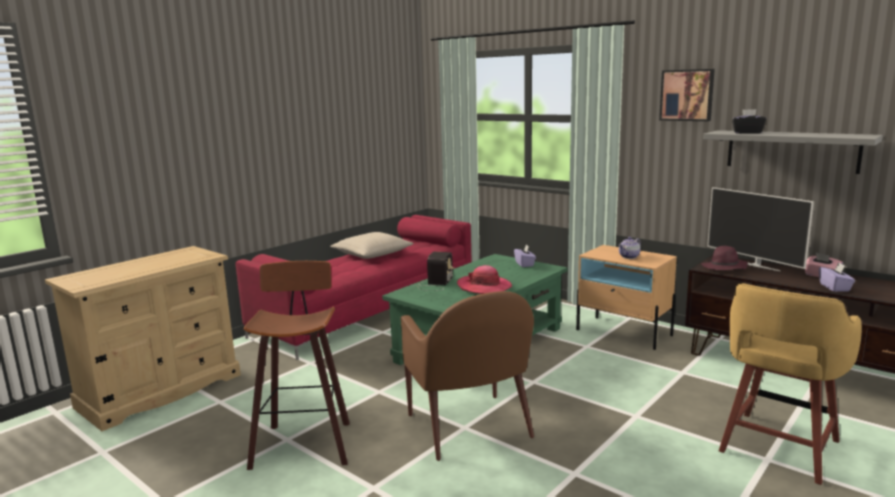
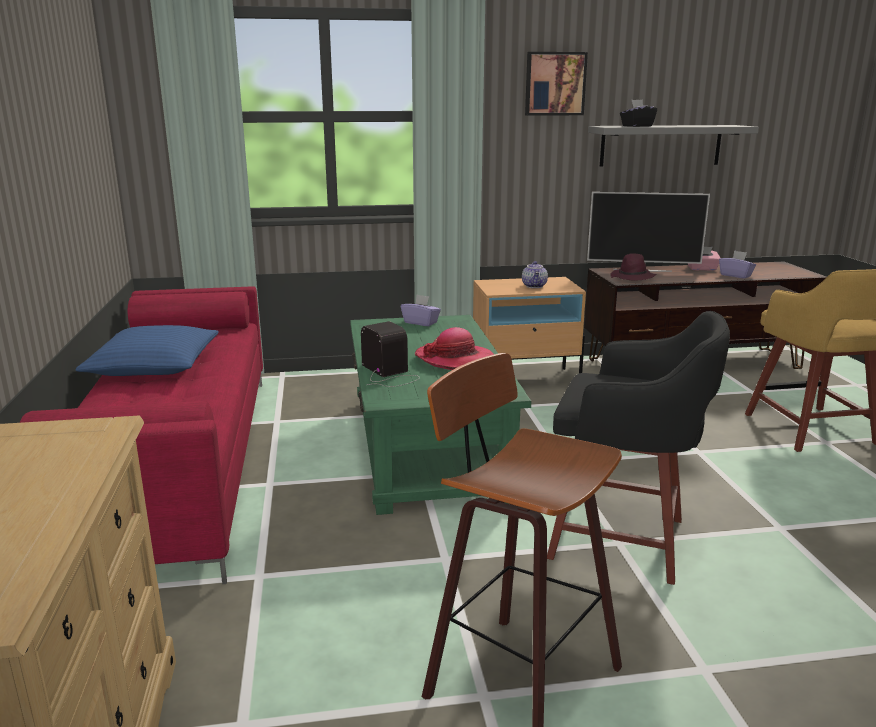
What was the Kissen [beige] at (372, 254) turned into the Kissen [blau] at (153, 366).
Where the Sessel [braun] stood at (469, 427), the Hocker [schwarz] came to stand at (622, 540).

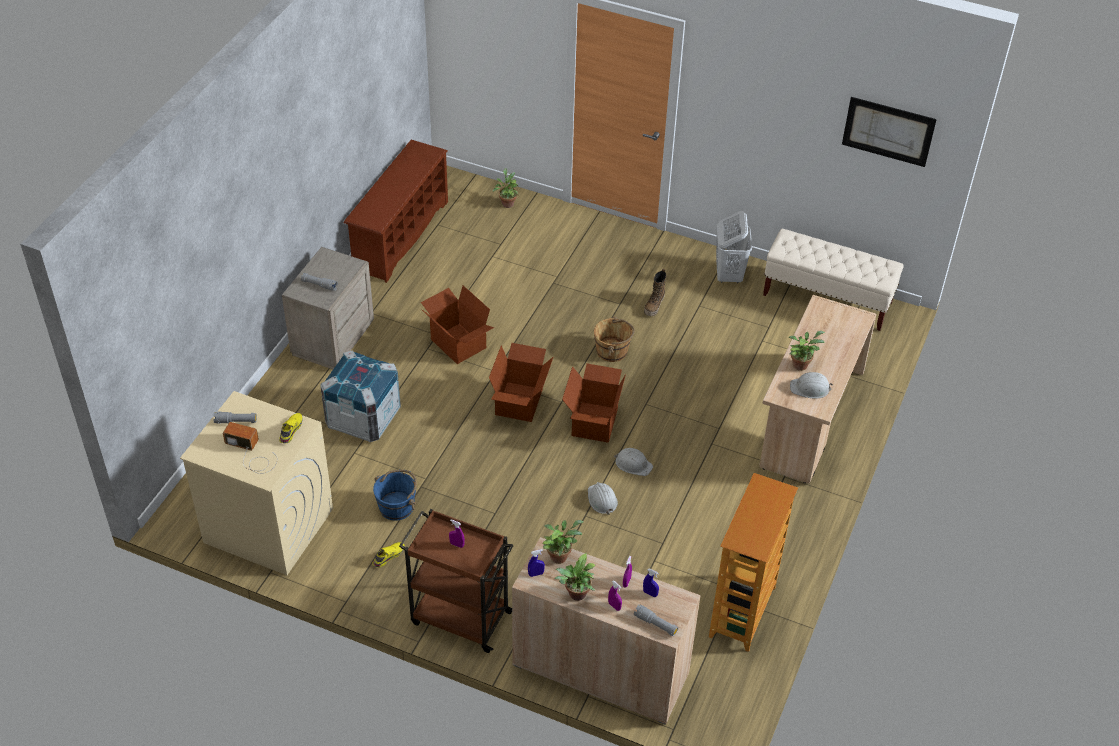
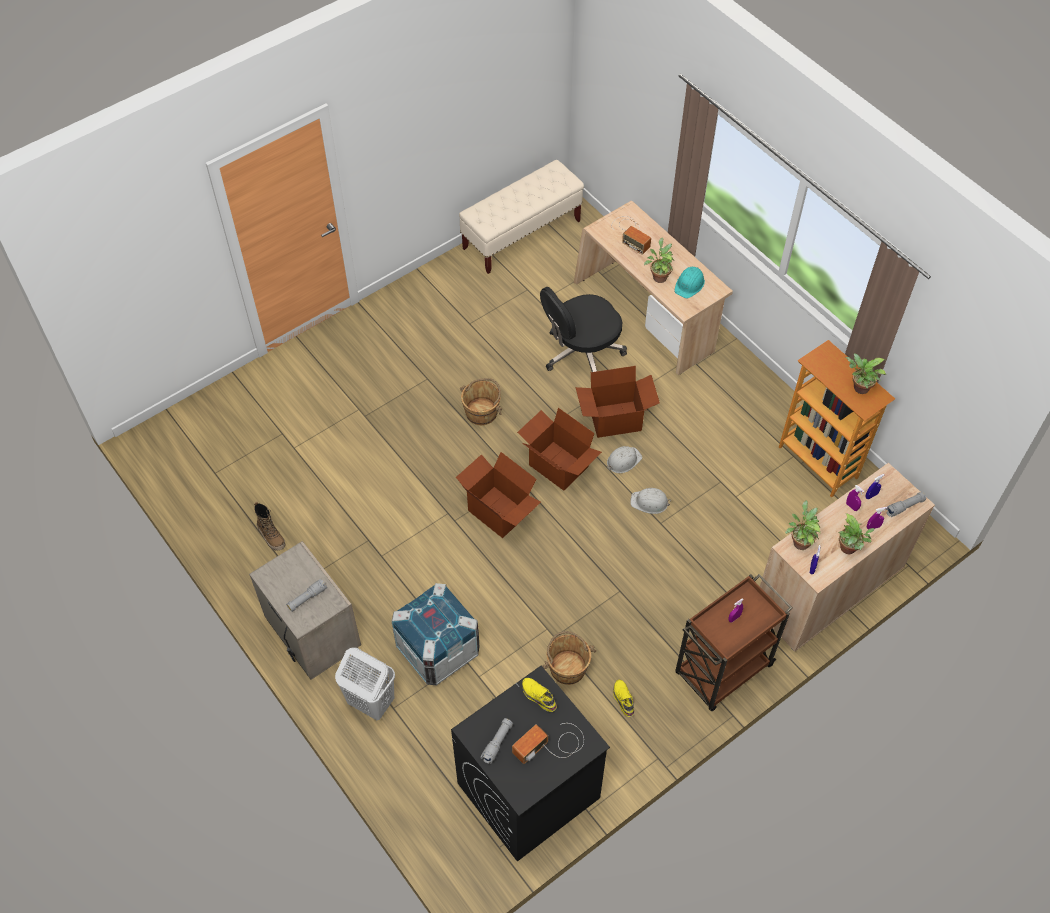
What was the Waschmaschine [beige] at (268, 525) turned into the Waschmaschine [schwarz] at (528, 791).
The second view lost the Schuhregal [braun] at (400, 235).
What was the Eimer [blau] at (397, 506) turned into the Eimer [braun] at (567, 667).
The Karton ended up elsewhere, having gone from (457, 344) to (615, 420).
The Topfpflanze ended up elsewhere, having gone from (507, 203) to (859, 388).
The Stiefel ended up elsewhere, having gone from (654, 306) to (271, 536).
The Wäschekorb [weiß] ended up elsewhere, having gone from (728, 275) to (370, 702).
What was the Schutzhelm [weiß] at (810, 388) turned into the Schutzhelm [türkis] at (689, 284).
The second view lost the Bild at (888, 131).
The second view gained the Bürostuhl [schwarz] at (581, 353).
The second view gained the Radio at (630, 234).

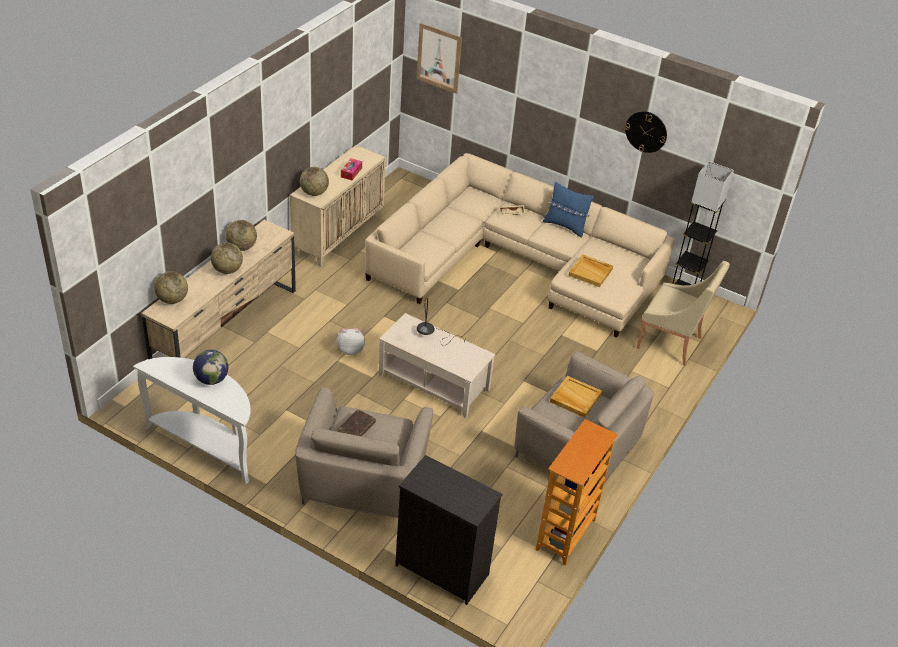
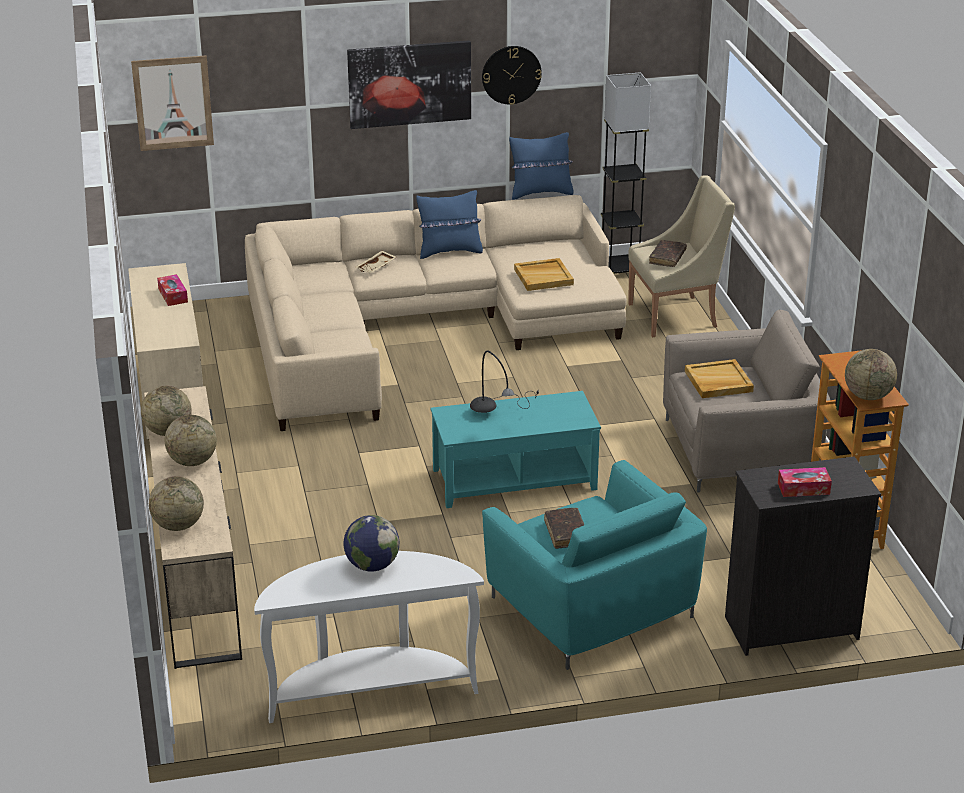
What was the Sessel [beige] at (363, 480) turned into the Sessel [türkis] at (591, 607).
The Globus ended up elsewhere, having gone from (314, 193) to (868, 396).
The second view lost the Plüschtier at (350, 350).
What was the Couchtisch [beige] at (434, 382) turned into the Couchtisch [türkis] at (514, 479).
The second view gained the Bild at (409, 84).
The second view gained the Kissen [blau] at (540, 193).
The second view gained the Buch [braun] at (667, 258).
The second view gained the Taschentuchbox at (803, 488).

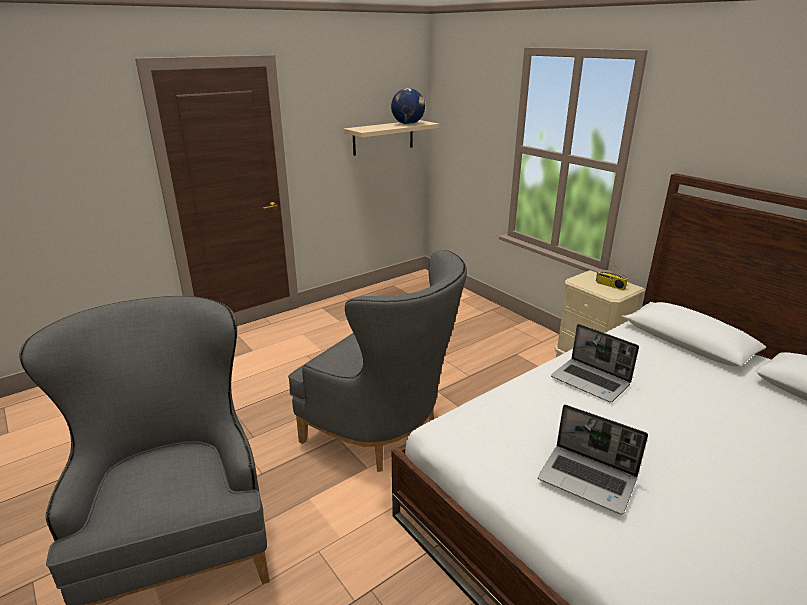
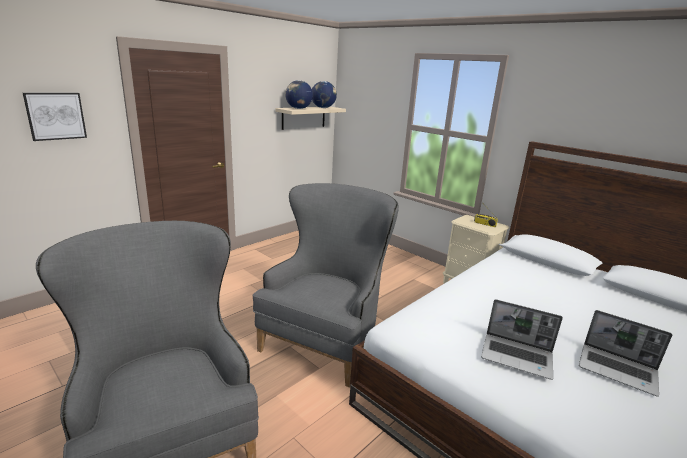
The Sessel [grau] at (384, 432) ended up facing another way, 90 degrees counterclockwise from before.
The Laptop ended up elsewhere, having gone from (591, 381) to (618, 370).
The second view gained the Bild at (55, 116).
The second view gained the Globus at (298, 108).

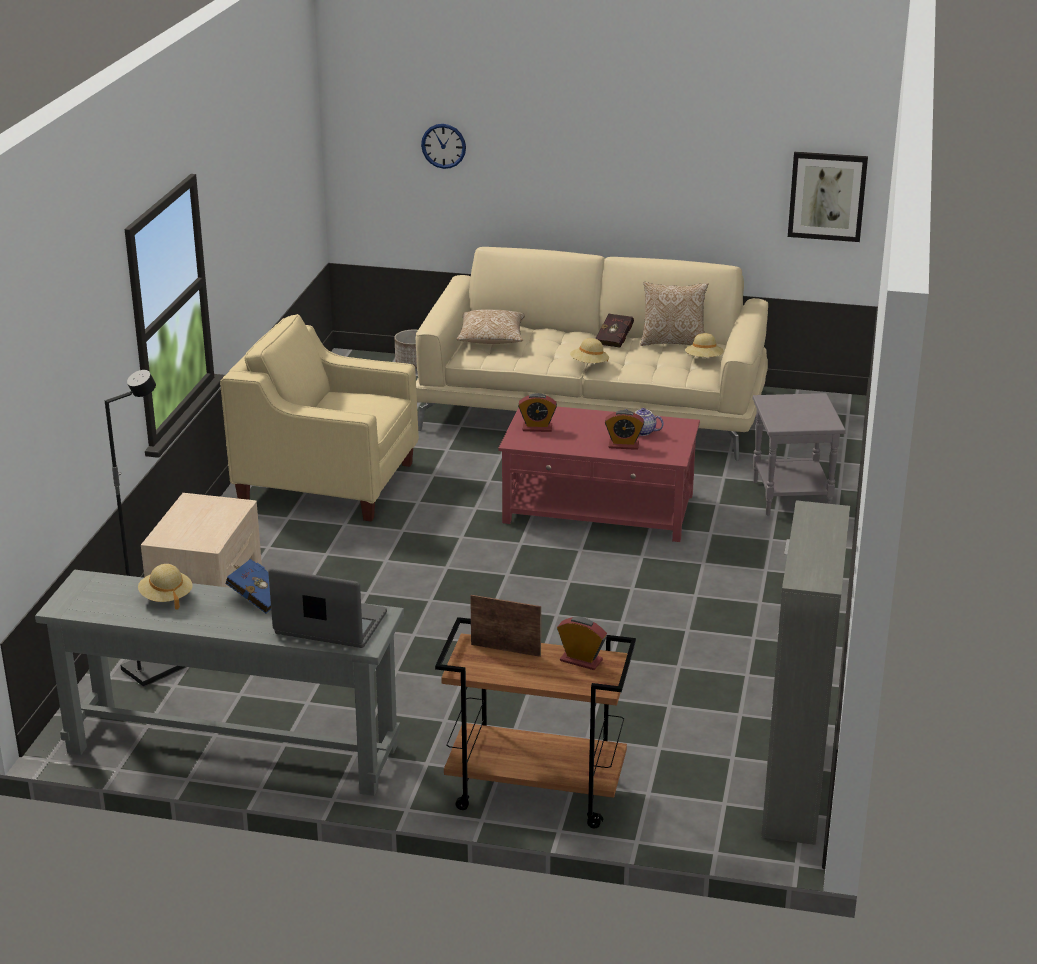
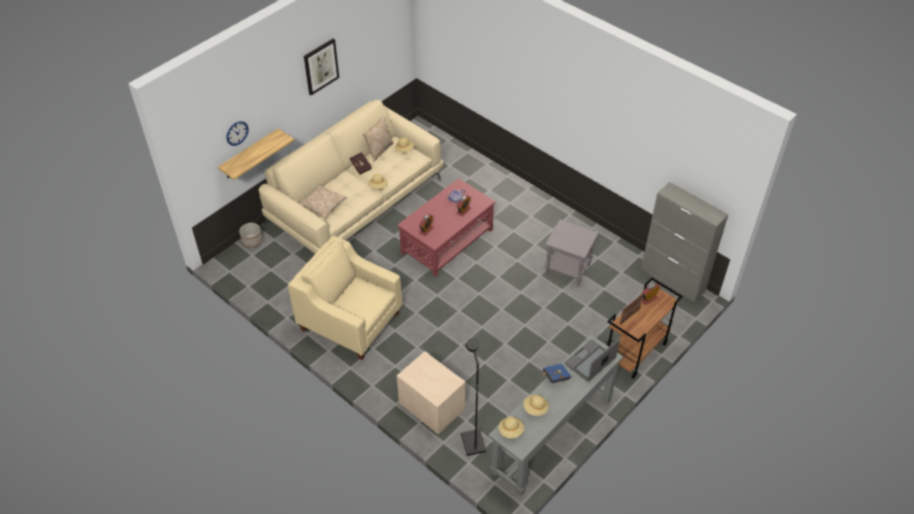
The Sessel [beige] at (327, 482) ended up facing another way, 75 degrees clockwise from before.
The Beistelltisch [grau] ended up elsewhere, having gone from (792, 498) to (568, 270).
The Bild ended up elsewhere, having gone from (827, 196) to (321, 66).
The second view gained the Wandregal at (250, 154).
The second view gained the Hut [beige] at (511, 431).

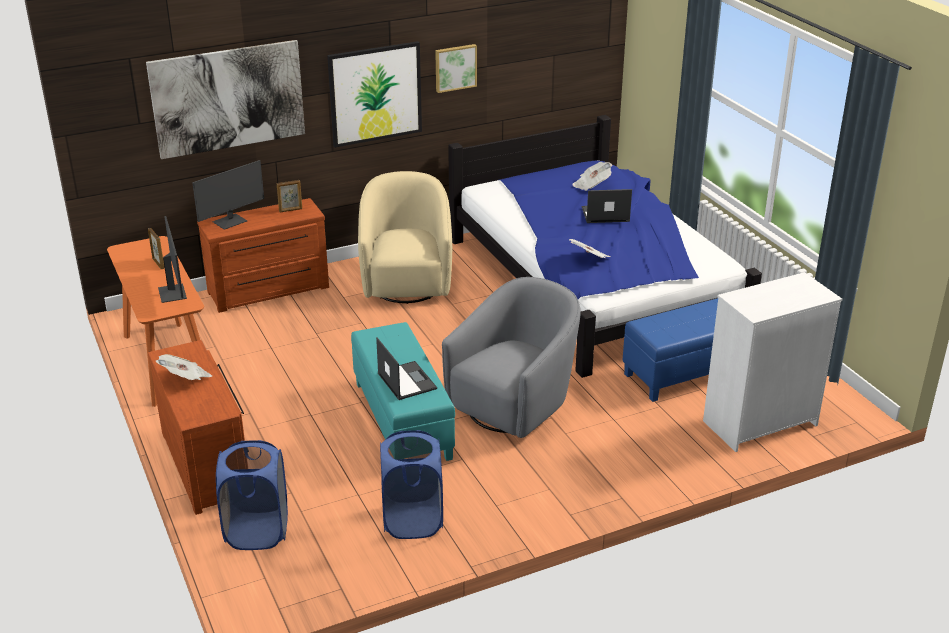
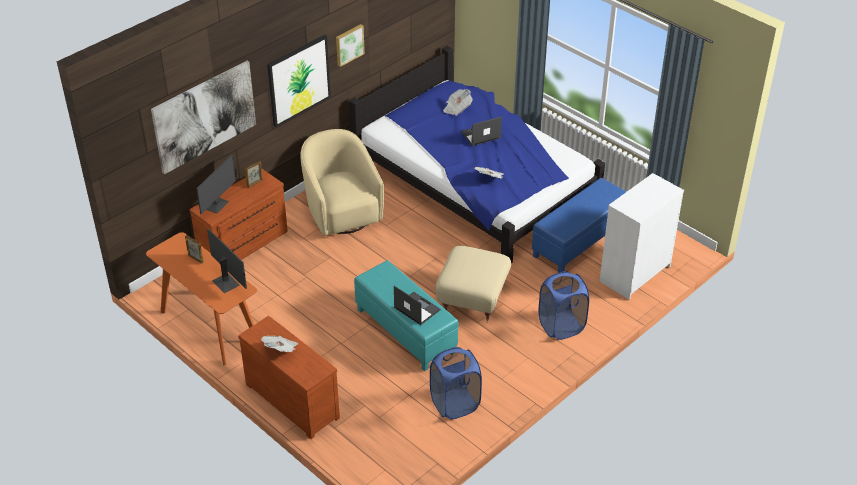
The Wäschekorb [blau] ended up elsewhere, having gone from (257, 531) to (561, 326).
Where the Sessel [grau] stood at (514, 404), the Polsterhocker [beige] came to stand at (473, 299).

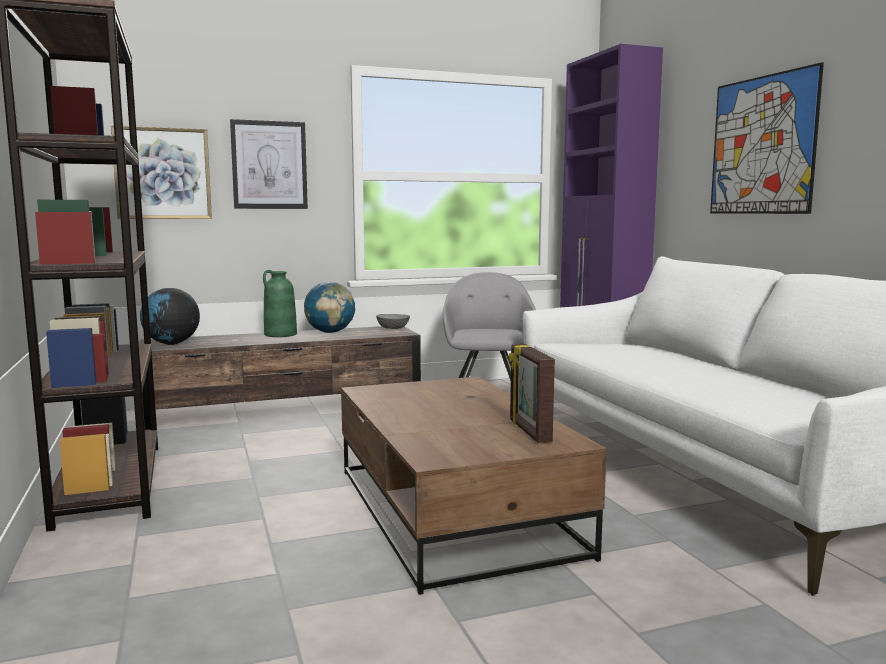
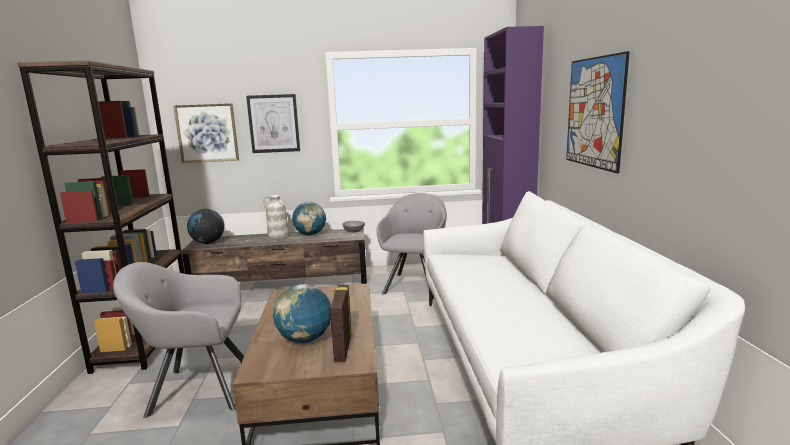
What was the Vase [grün] at (280, 334) turned into the Vase [weiß] at (278, 236).
The second view gained the Sessel [grau] at (196, 389).
The second view gained the Globus at (305, 339).

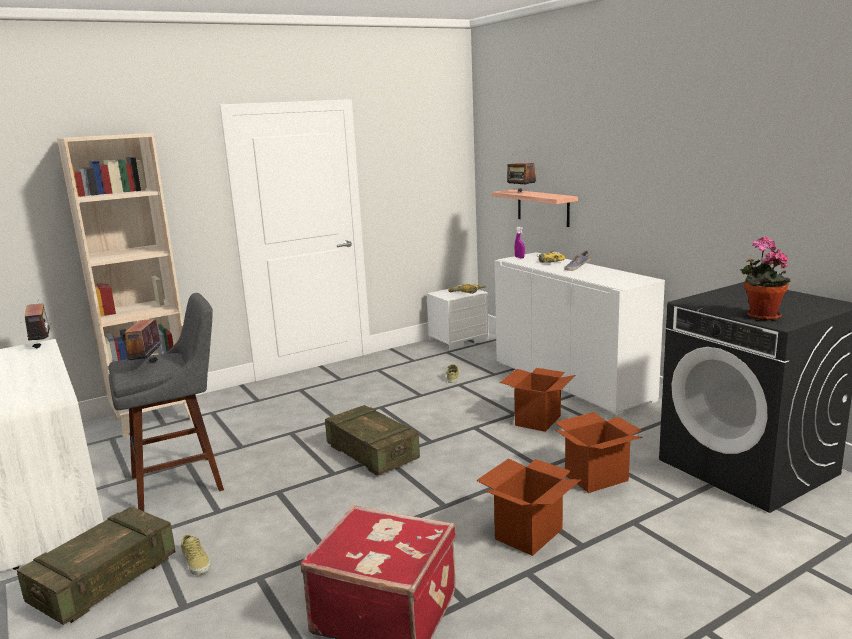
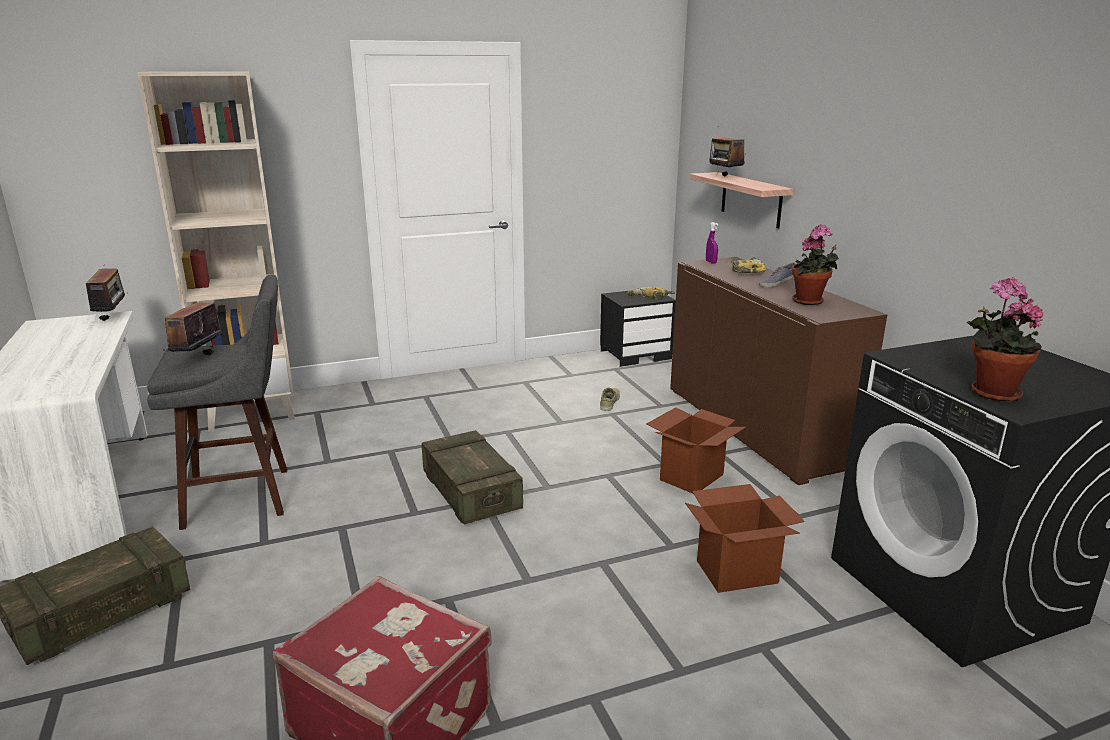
The second view lost the Schuh [beige] at (197, 562).
What was the Nachttisch [weiß] at (458, 340) turned into the Nachttisch [schwarz] at (636, 354).
The second view lost the Karton at (529, 534).
What was the Schrank [weiß] at (571, 380) turned into the Schrank [braun] at (755, 427).
The second view gained the Topfpflanze at (810, 302).

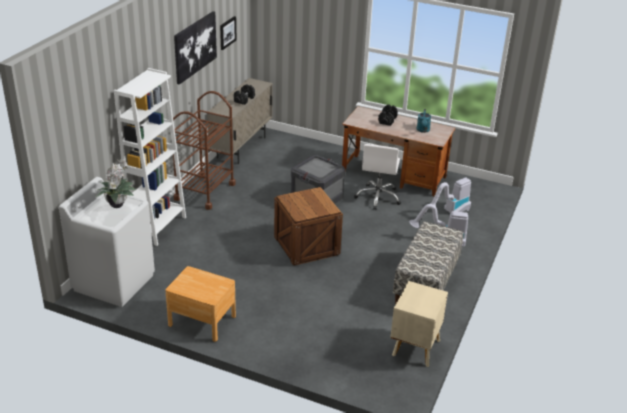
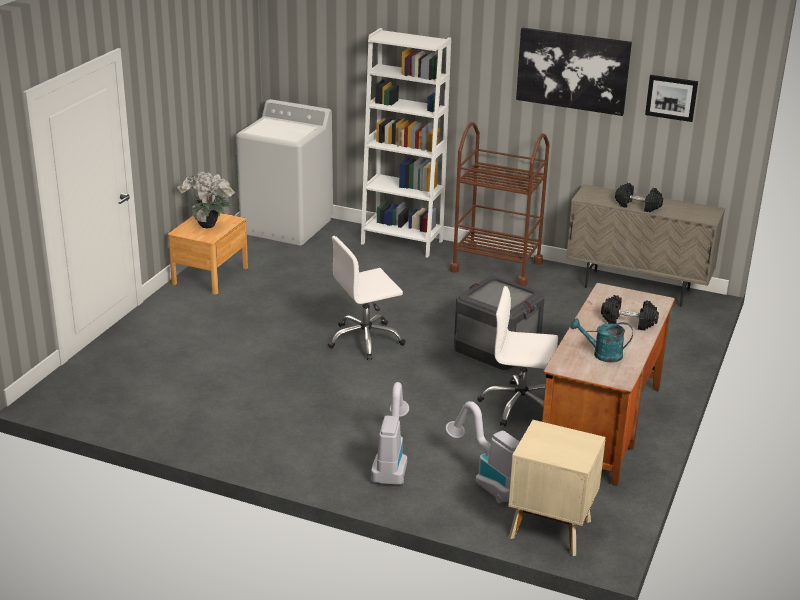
The Topfpflanze ended up elsewhere, having gone from (118, 204) to (209, 226).
Where the Kiste stood at (306, 246), the Bürostuhl [weiß] came to stand at (365, 340).
The Nachttisch [beige] ended up elsewhere, having gone from (415, 348) to (549, 528).
The second view lost the Bank at (426, 284).

